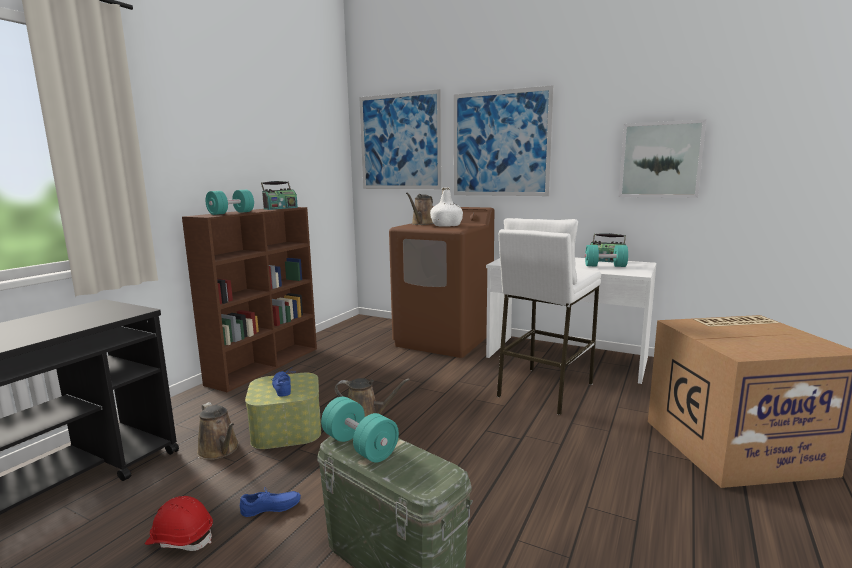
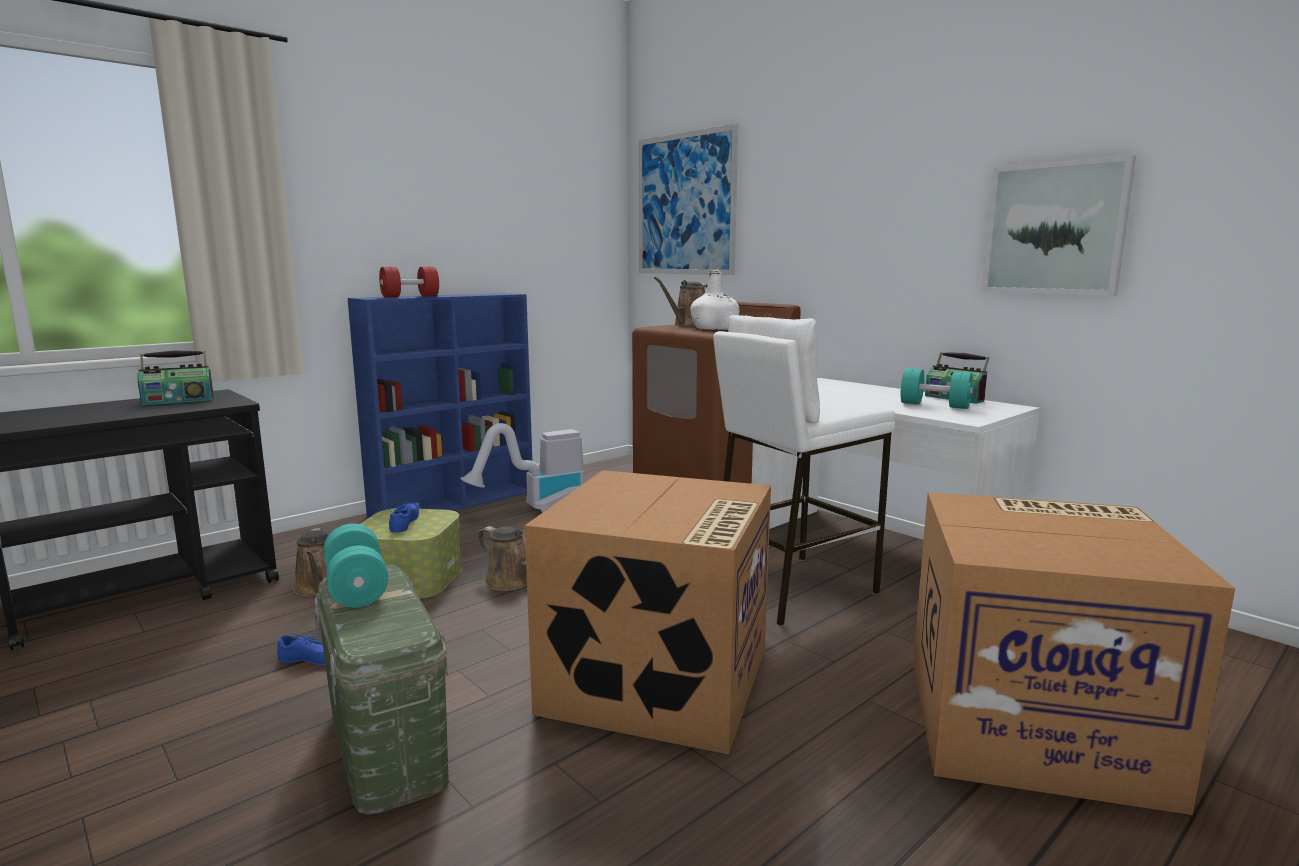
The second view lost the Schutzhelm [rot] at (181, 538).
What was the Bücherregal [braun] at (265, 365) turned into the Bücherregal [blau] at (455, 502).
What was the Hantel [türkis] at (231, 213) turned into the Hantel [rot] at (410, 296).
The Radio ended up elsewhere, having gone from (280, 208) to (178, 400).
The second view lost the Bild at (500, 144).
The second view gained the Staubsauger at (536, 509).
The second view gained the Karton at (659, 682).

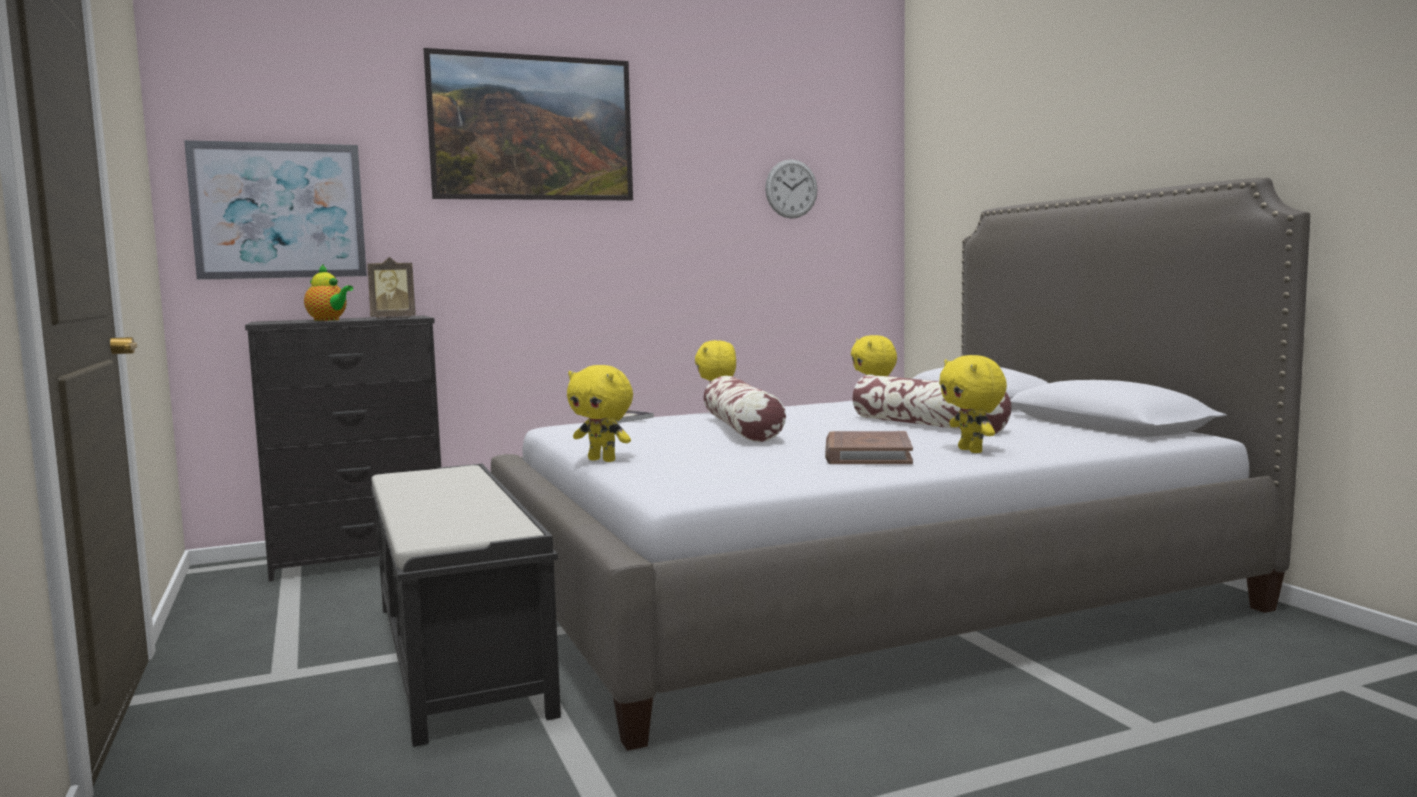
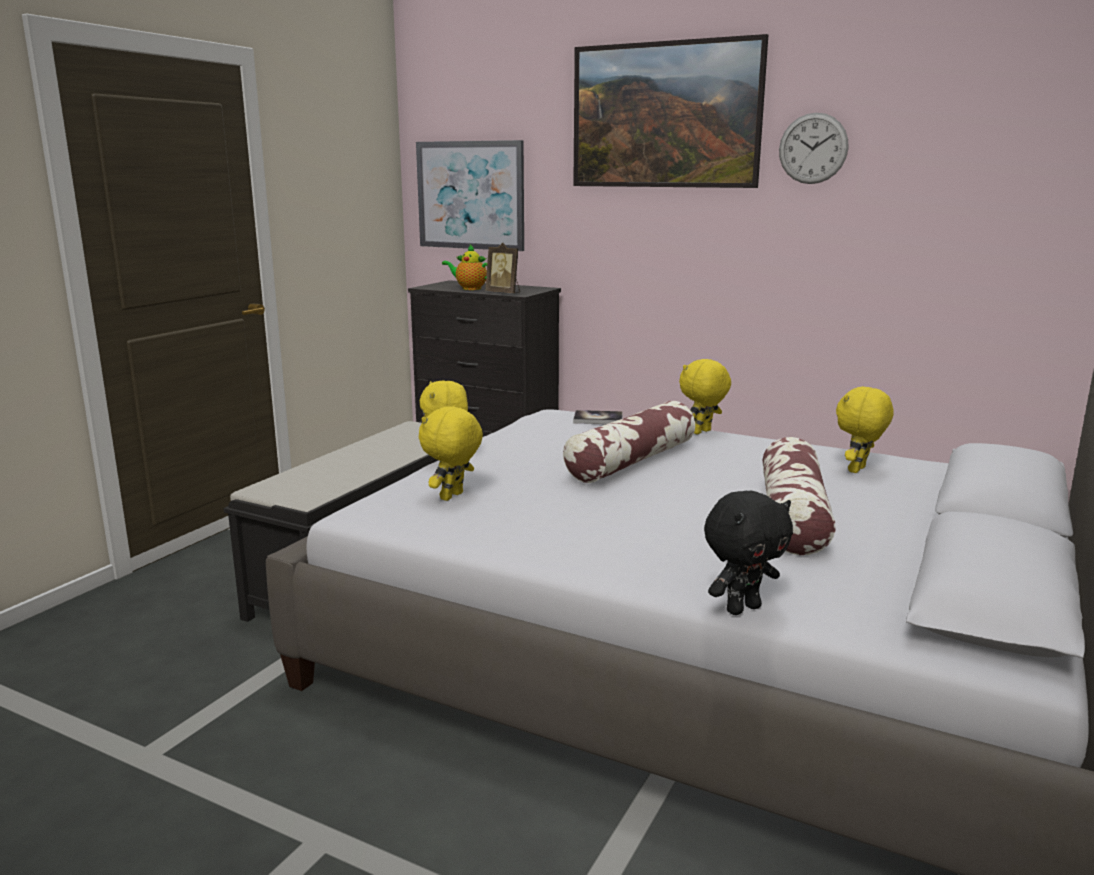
The Teekanne at (328, 320) ended up facing another way, 120 degrees clockwise from before.
The Wanduhr ended up elsewhere, having gone from (791, 189) to (813, 148).
The second view lost the Buch [braun] at (867, 454).
The Plüschtier [gelb] ended up elsewhere, having gone from (972, 451) to (453, 497).
The second view gained the Plüschtier [schwarz] at (742, 608).

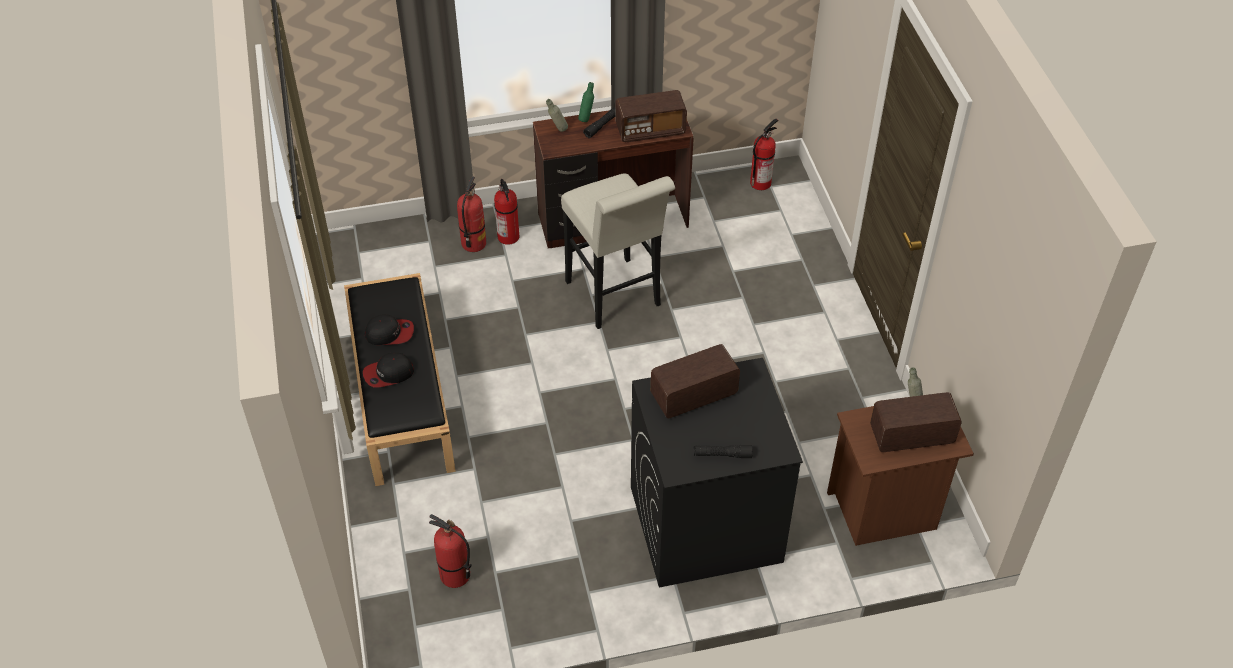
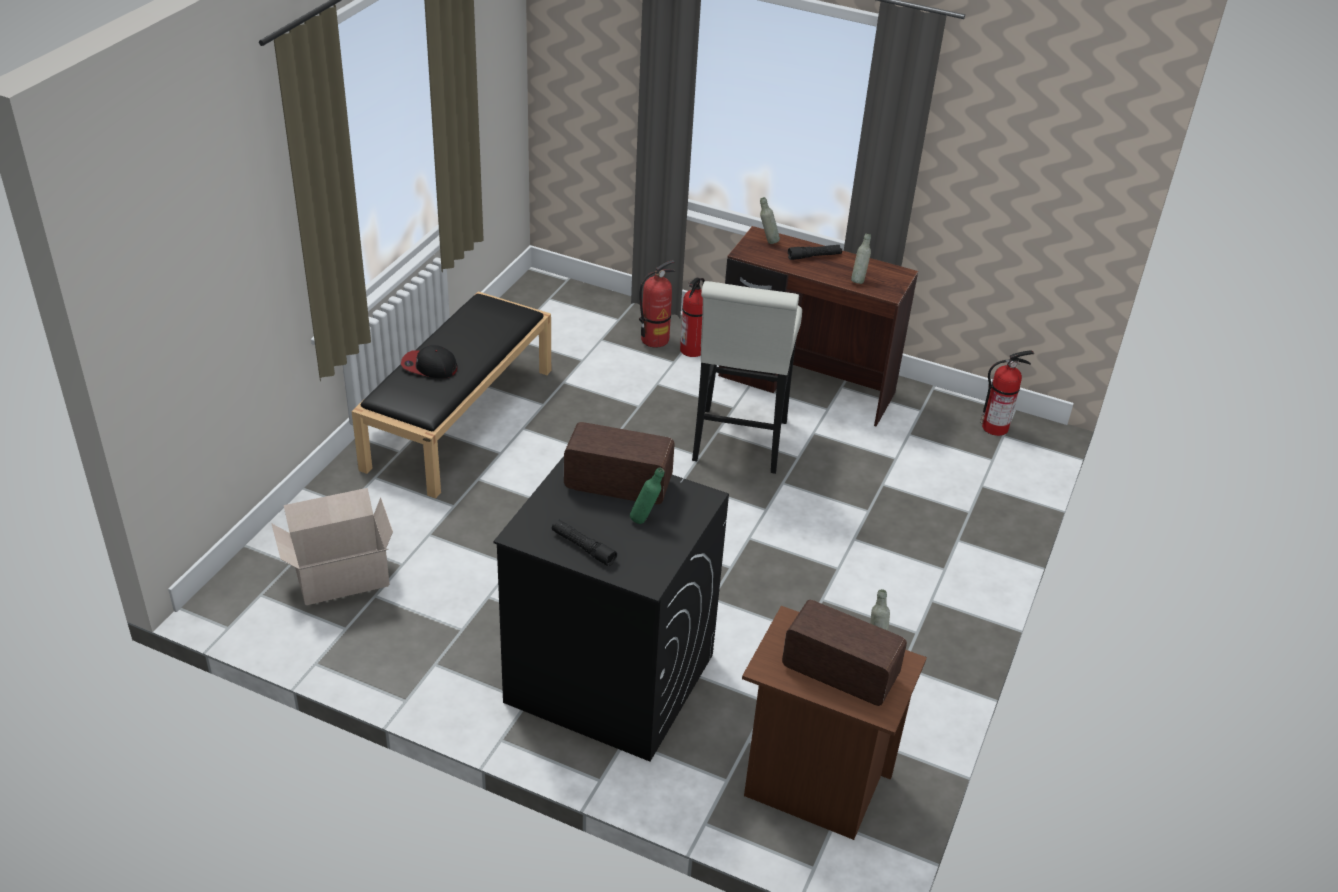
The second view lost the Kappe at (390, 333).
Where the Feuerlöscher stood at (454, 575), the Karton came to stand at (339, 577).
The Flasche [grün] ended up elsewhere, having gone from (586, 118) to (645, 519).
Where the Radio stood at (650, 130), the Flasche [grau] came to stand at (858, 280).

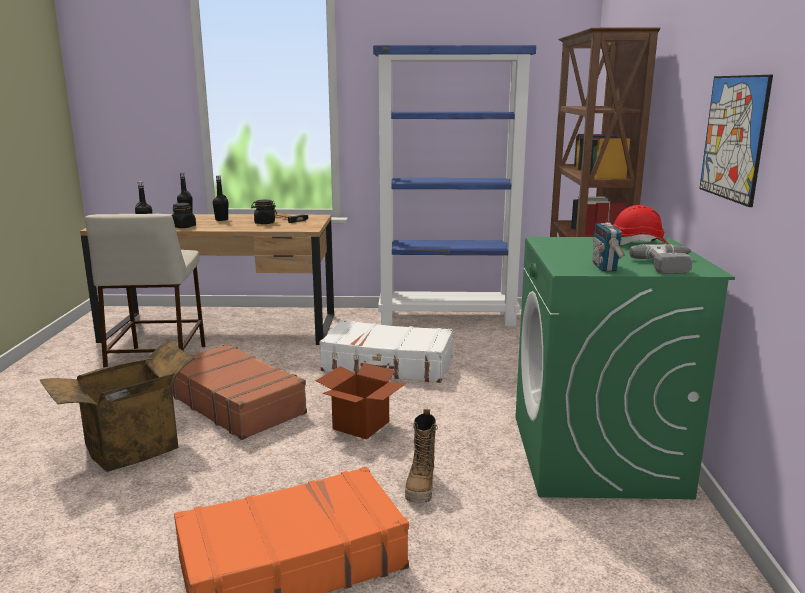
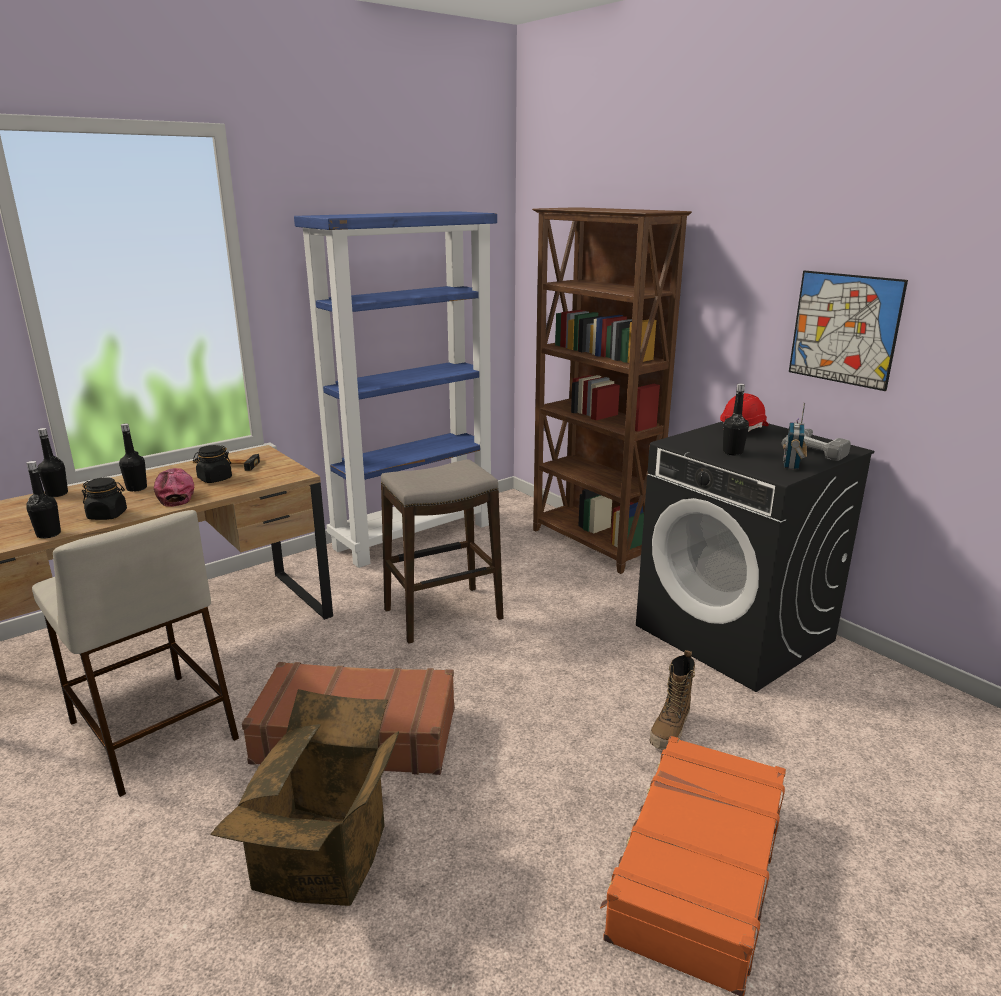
The second view lost the Karton at (361, 425).
Where the Koffer [weiß] stood at (388, 365), the Hocker came to stand at (442, 614).
The Stiefel at (421, 487) ended up facing another way, 60 degrees clockwise from before.
What was the Waschmaschine [grün] at (597, 455) turned into the Waschmaschine [schwarz] at (735, 633).
The Radio at (605, 267) ended up facing another way, 60 degrees clockwise from before.
The second view gained the Kappe at (175, 494).
The second view gained the Flasche [schwarz] at (732, 452).

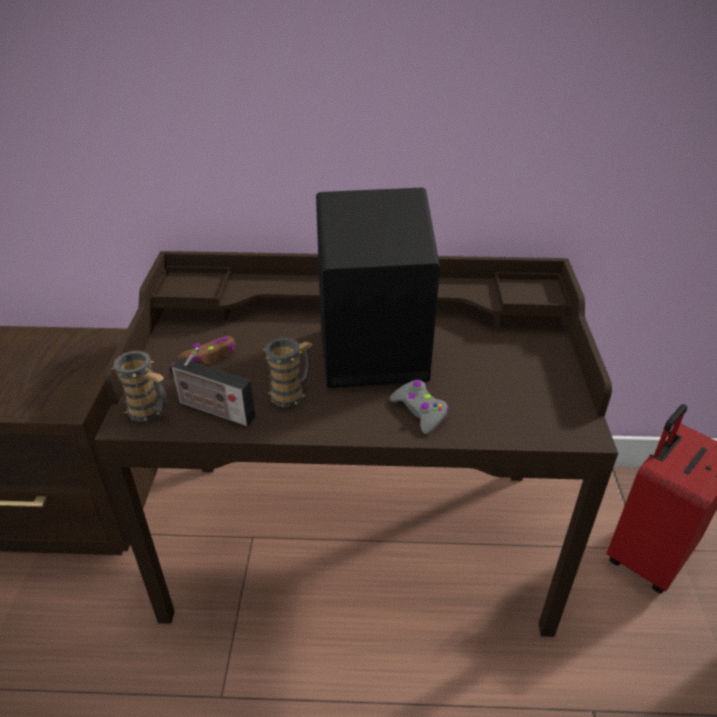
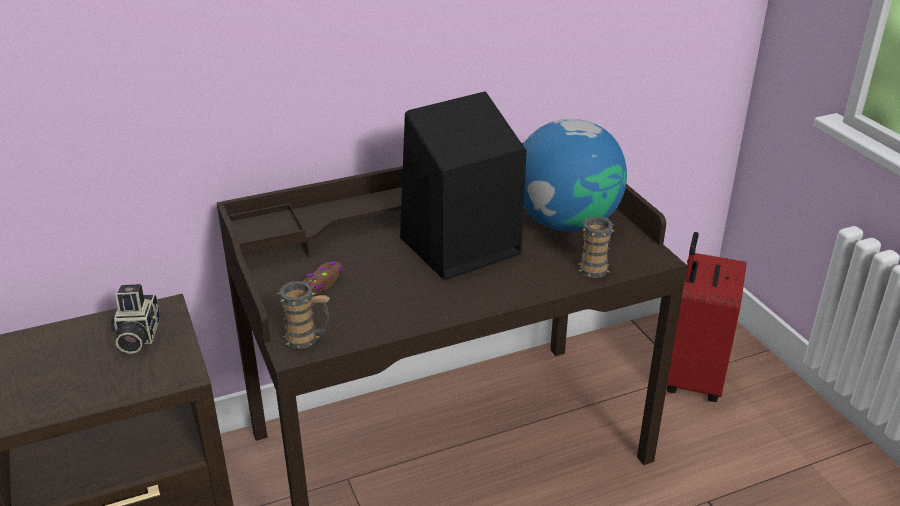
The second view lost the Radio at (212, 409).
The Henkelbecher ended up elsewhere, having gone from (292, 393) to (595, 267).
The second view lost the Gamepad [grau] at (420, 411).
The second view gained the Kamera at (137, 336).
The second view gained the Globus at (566, 222).

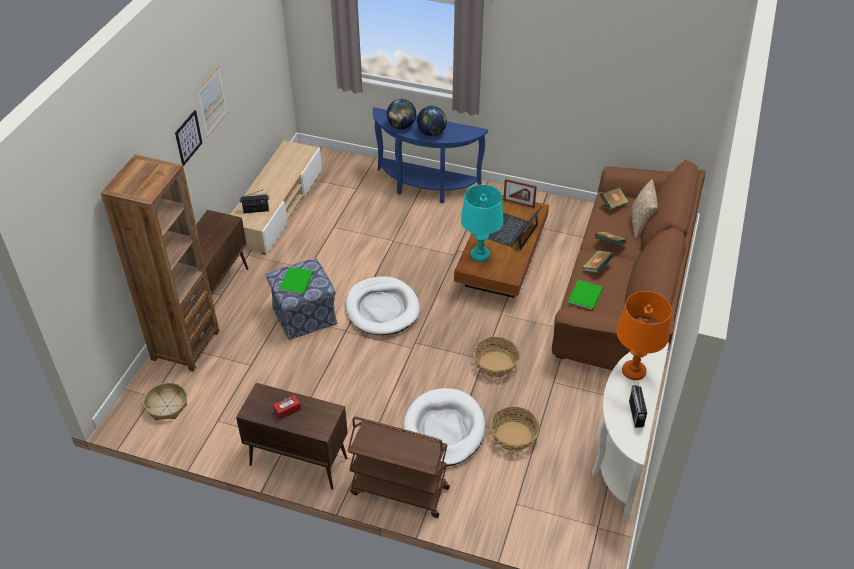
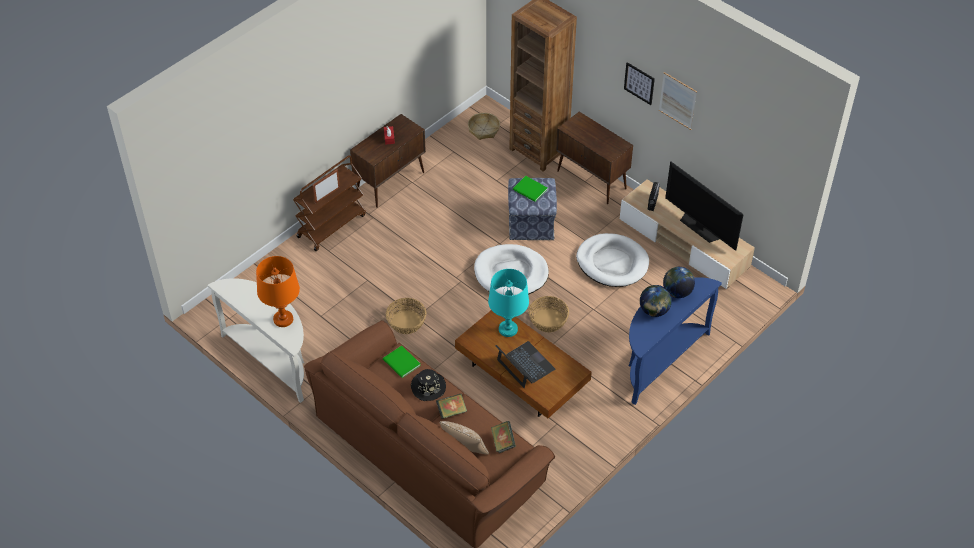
The Hundebett [weiß] ended up elsewhere, having gone from (443, 430) to (612, 262).
The Korb ended up elsewhere, having gone from (513, 436) to (548, 320).
The Bilderrahmen ended up elsewhere, having gone from (518, 203) to (327, 195).
Where the Buch stood at (597, 268), the Hut [schwarz] came to stand at (428, 386).
The second view lost the Radio at (636, 414).
The second view gained the Fernseher at (700, 227).

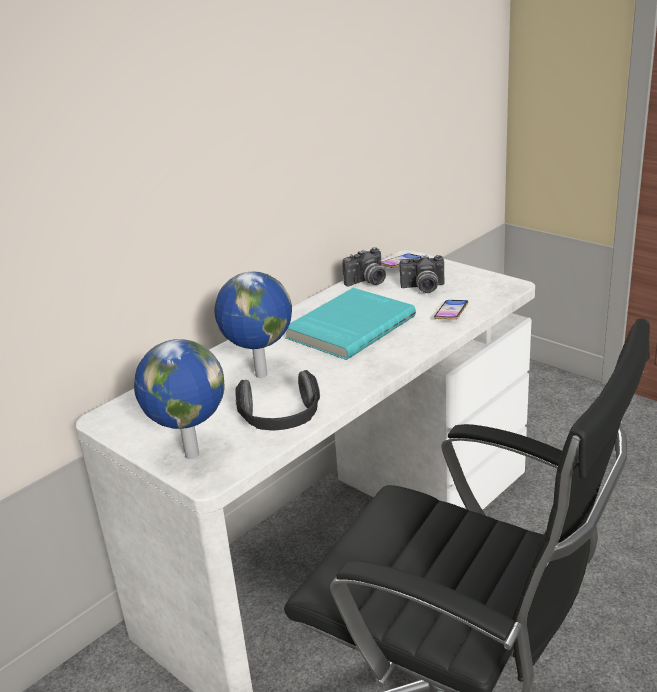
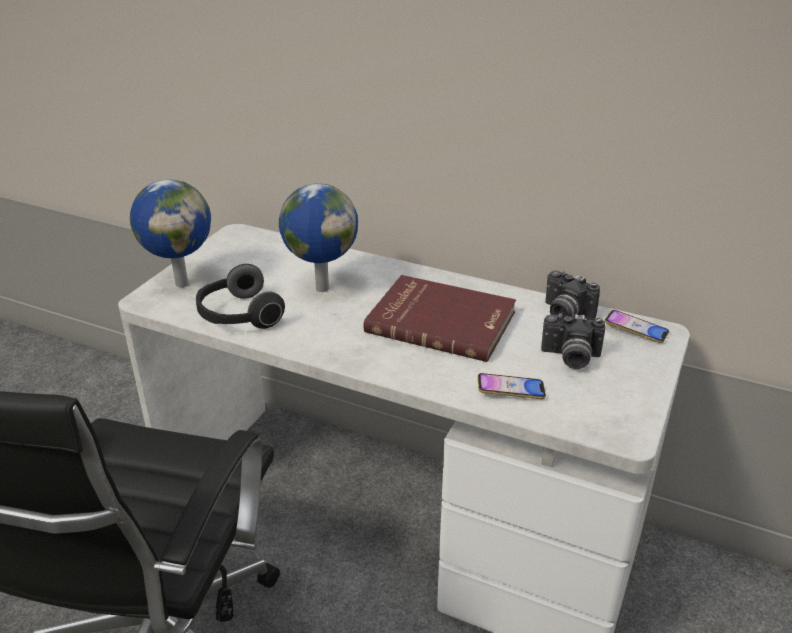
What was the Buch [türkis] at (349, 327) turned into the Buch [rot] at (442, 321).
The Kamera at (423, 288) ended up facing another way, 60 degrees counterclockwise from before.

